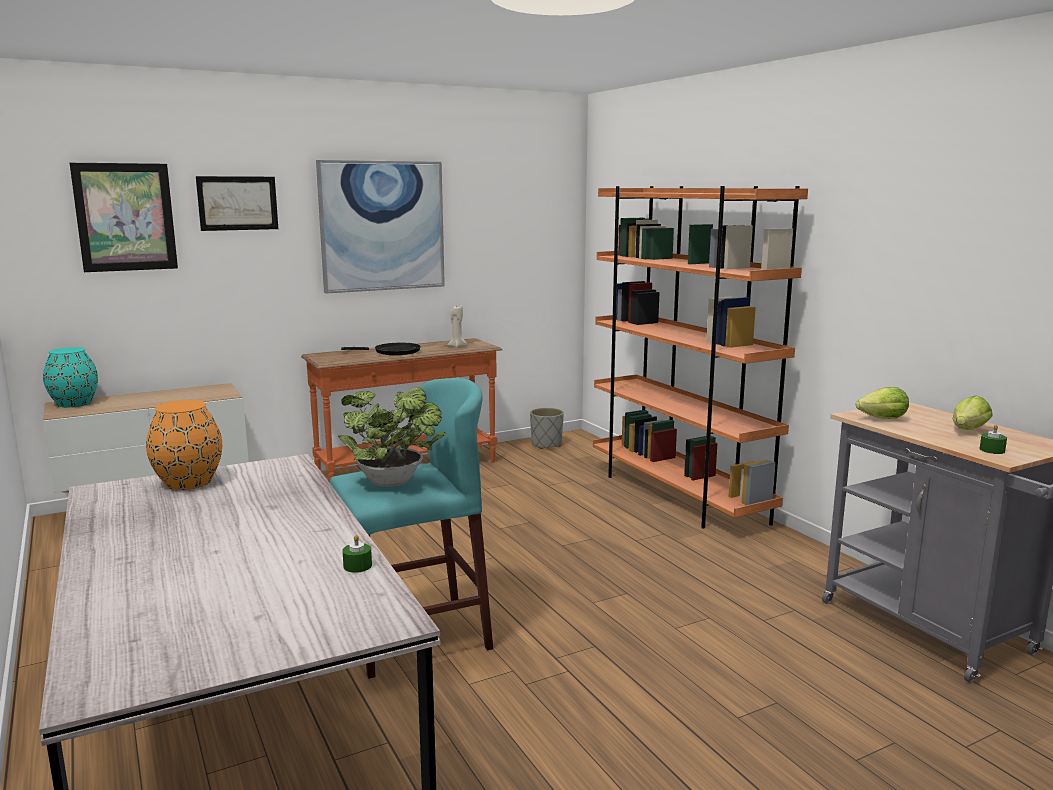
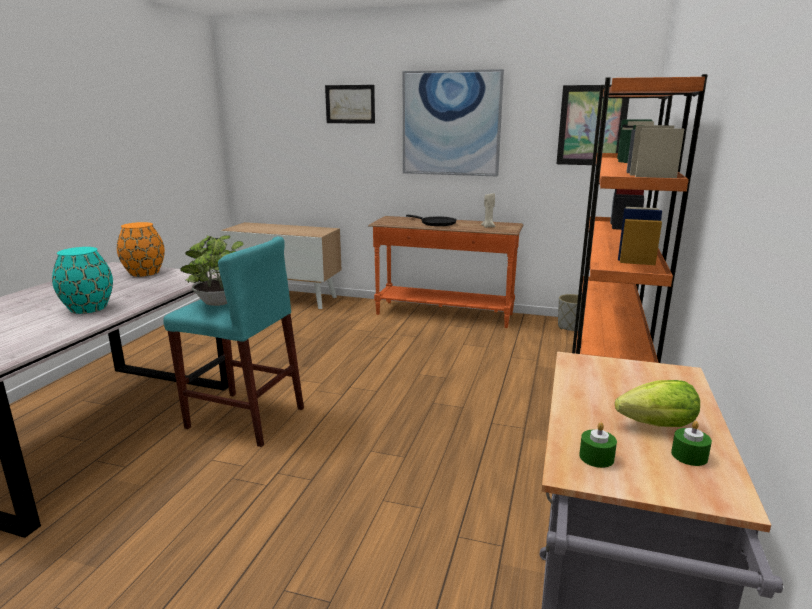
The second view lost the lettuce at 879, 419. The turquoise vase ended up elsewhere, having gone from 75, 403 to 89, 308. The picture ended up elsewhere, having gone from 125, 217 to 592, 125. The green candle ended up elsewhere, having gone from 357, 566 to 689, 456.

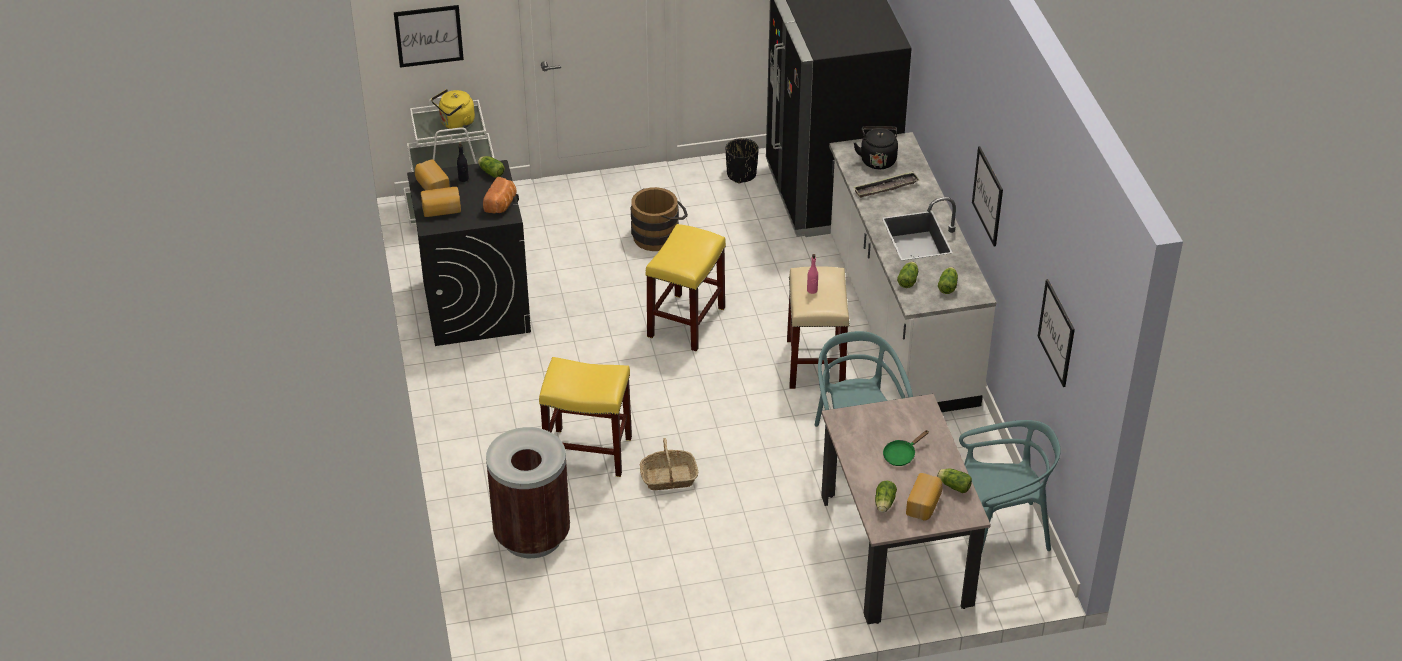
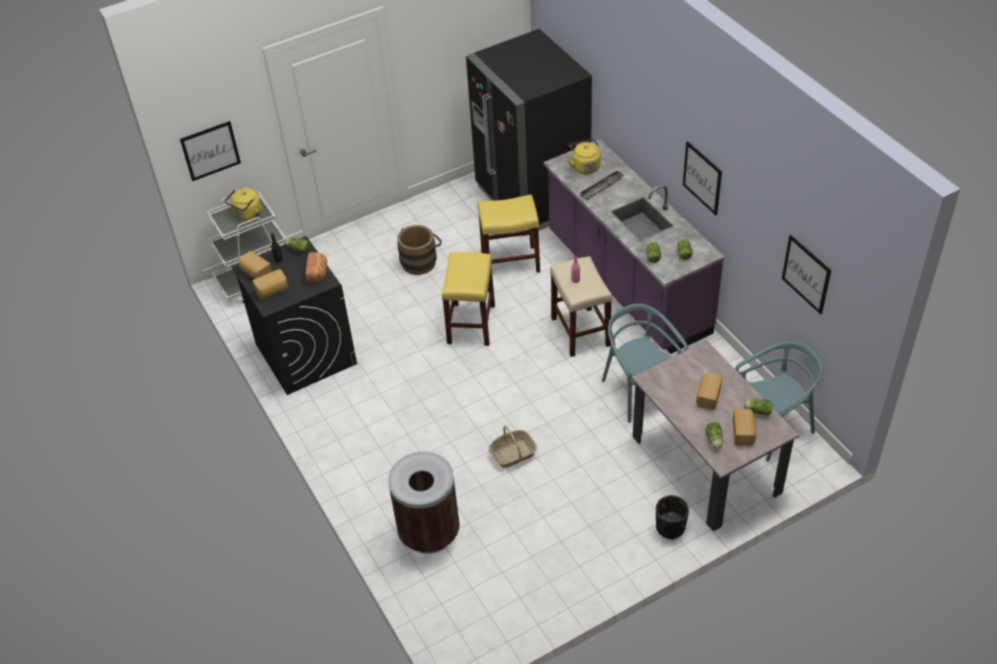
The yellow stool ended up elsewhere, having gone from 589, 452 to 511, 262. The black planter ended up elsewhere, having gone from 741, 175 to 670, 528. Where the green frying pan stood at 901, 455, the bread came to stand at 707, 396. What was the white counter at 900, 322 turned into the purple counter at 626, 283. What was the black kettle at 877, 159 turned into the yellow kettle at 585, 166.

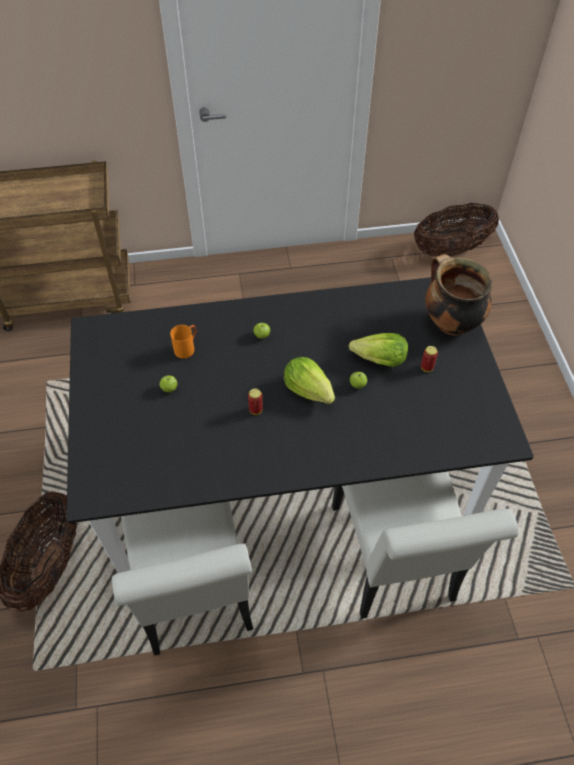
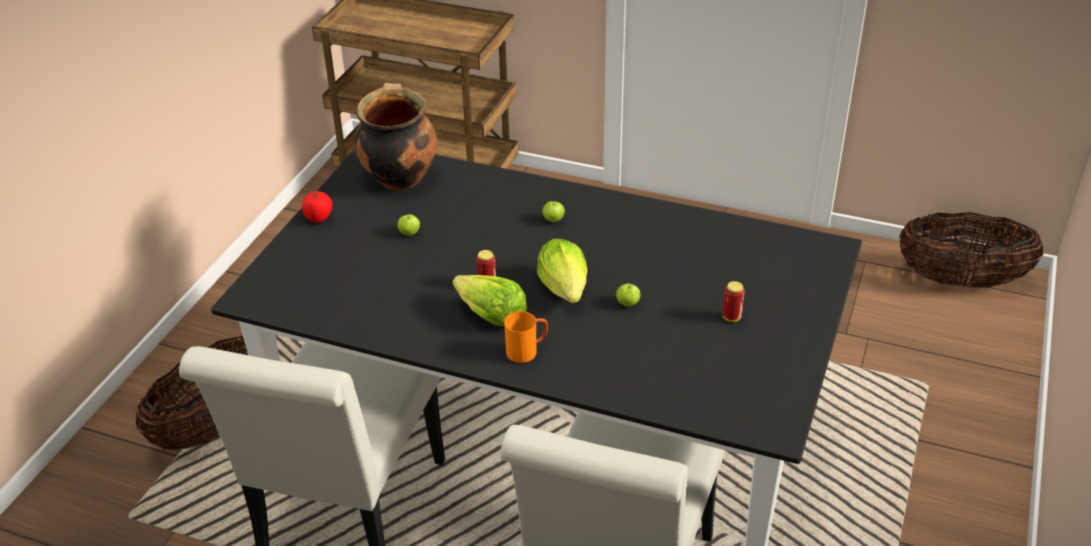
The second view gained the tomato at 319, 218. The orange mug ended up elsewhere, having gone from 187, 348 to 527, 351. The lettuce ended up elsewhere, having gone from 379, 360 to 490, 315. The cooking pot ended up elsewhere, having gone from 450, 322 to 399, 178.

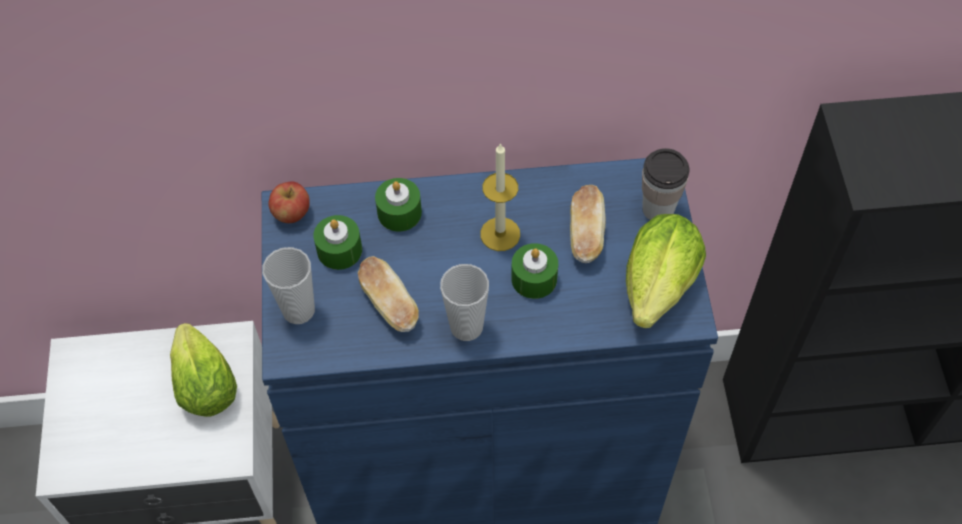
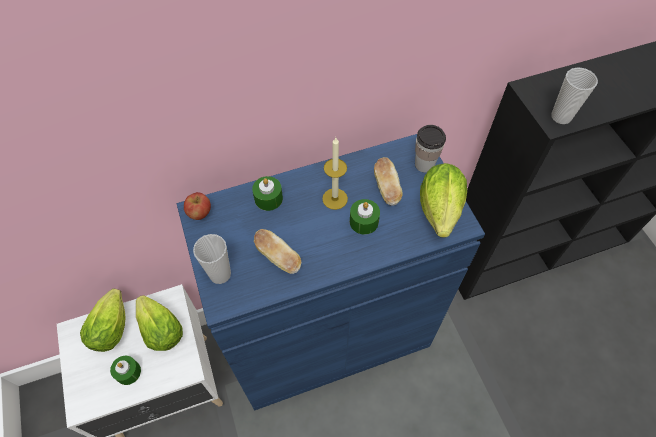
The second view gained the lettuce at 112, 325. The green candle ended up elsewhere, having gone from 339, 250 to 128, 372. The cup ended up elsewhere, having gone from 466, 327 to 561, 117.

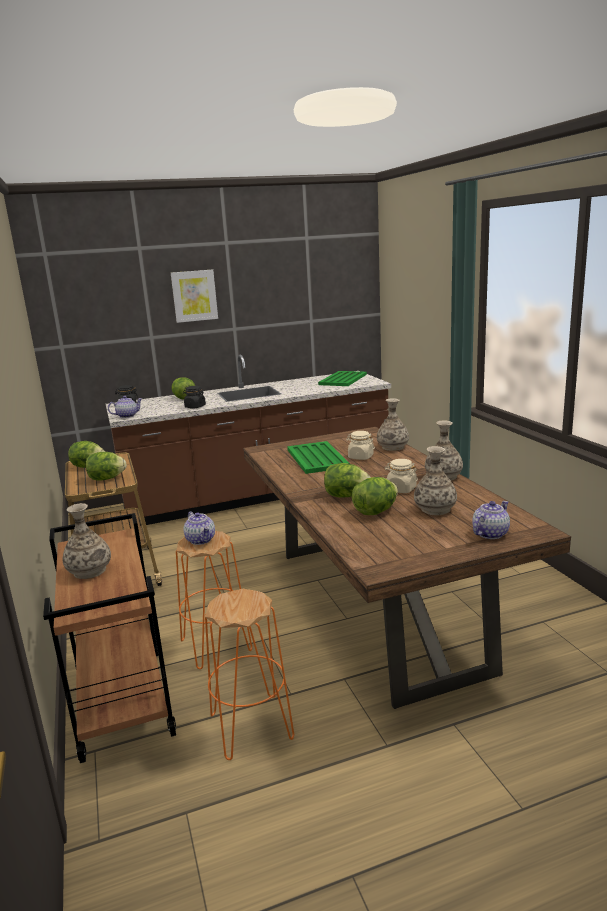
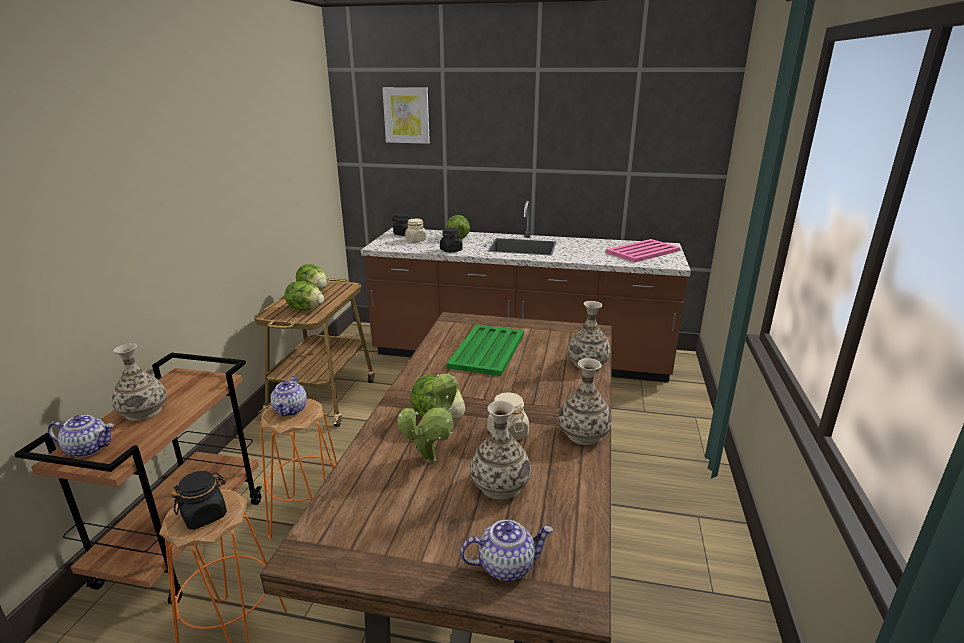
The second view gained the black jar at 204, 515. The teapot ended up elsewhere, having gone from 127, 416 to 89, 449. The picture ended up elsewhere, having gone from 194, 296 to 406, 115. The beige jar ended up elsewhere, having gone from 360, 457 to 416, 240. Where the lettuce stood at 375, 512, the potted plant came to stand at 432, 456. What was the green tray at 343, 379 turned into the pink tray at 643, 251.

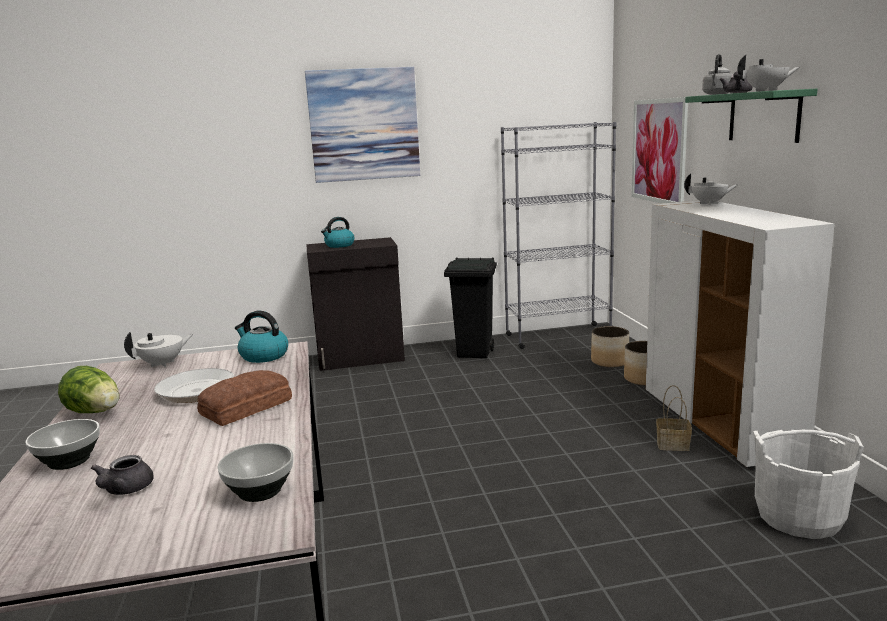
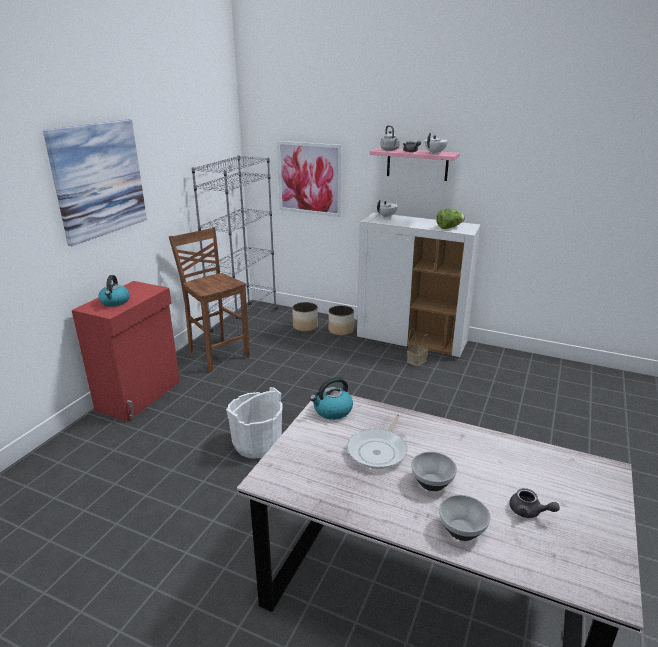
The second view lost the white teapot at 163, 364. The second view lost the bread at 248, 407. The lettuce ended up elsewhere, having gone from 96, 412 to 449, 227. The bowl ended up elsewhere, having gone from 259, 491 to 431, 483. The white bucket ended up elsewhere, having gone from 798, 516 to 257, 444. Where the black trash can stood at 475, 353, the brown stool came to stand at 217, 354. What was the black cabinet at 361, 358 turned into the red cabinet at 140, 395. What was the green shelf at 764, 116 turned into the pink shelf at 417, 164.

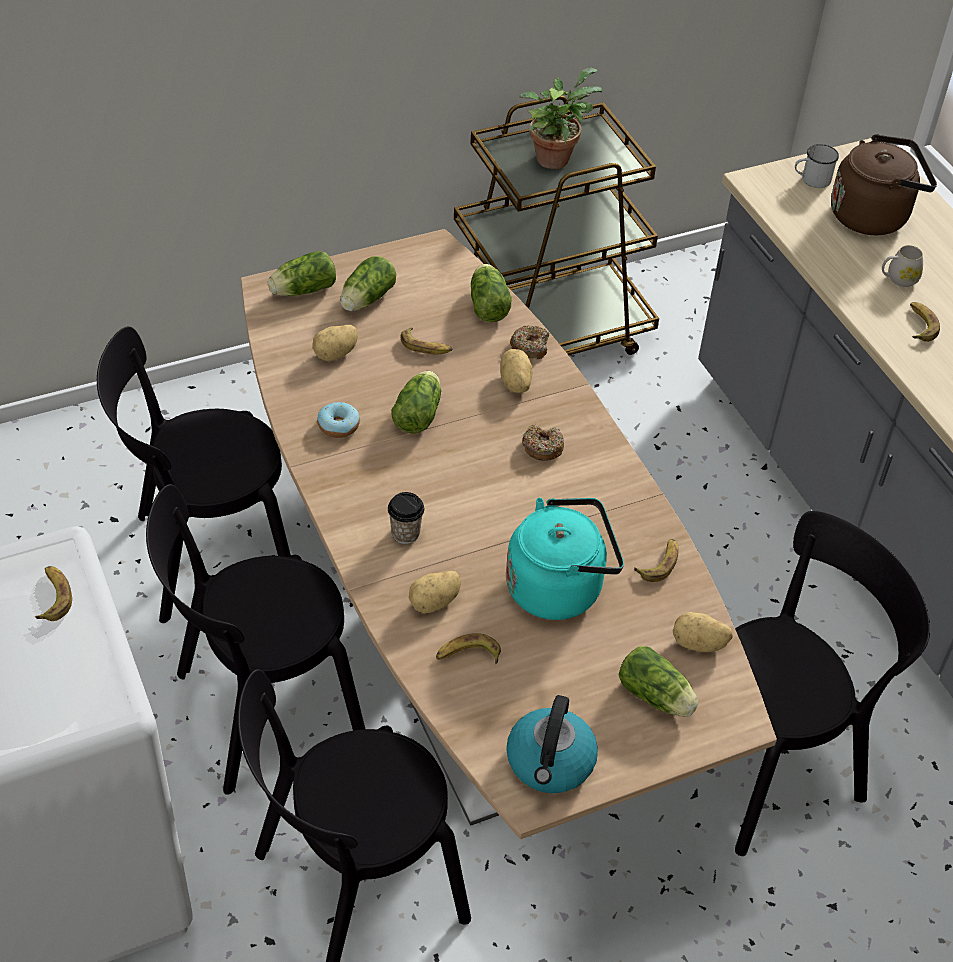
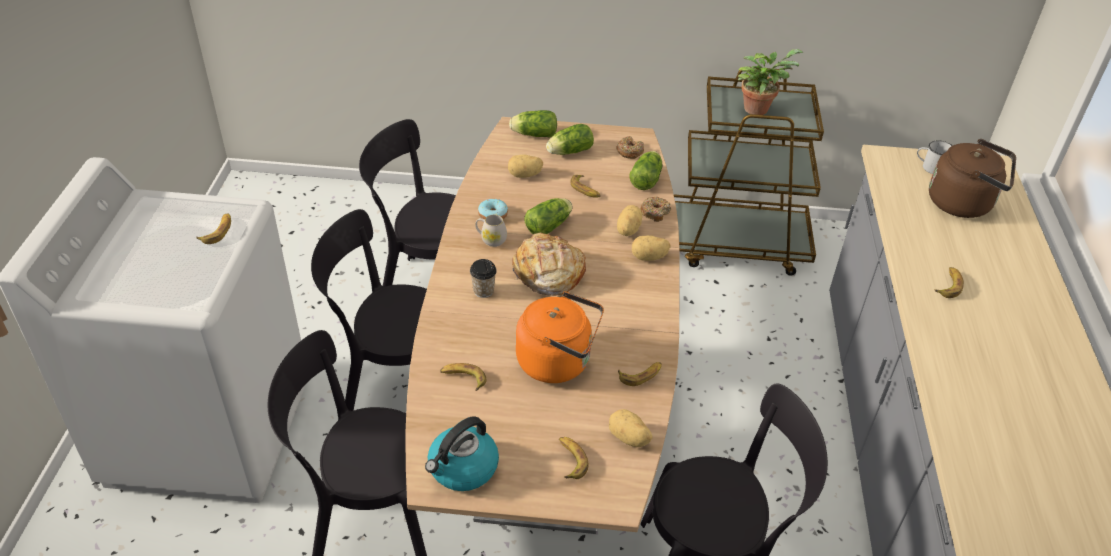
The second view gained the bread at 547, 273. The potato ended up elsewhere, having gone from 435, 603 to 649, 257. The donut ended up elsewhere, having gone from 542, 447 to 629, 151. The white mug ended up elsewhere, having gone from 898, 279 to 491, 239. Where the lettuce stood at 657, 697, the banana came to stand at 570, 460. What was the turquoise kettle at 559, 587 turned into the orange kettle at 558, 362.

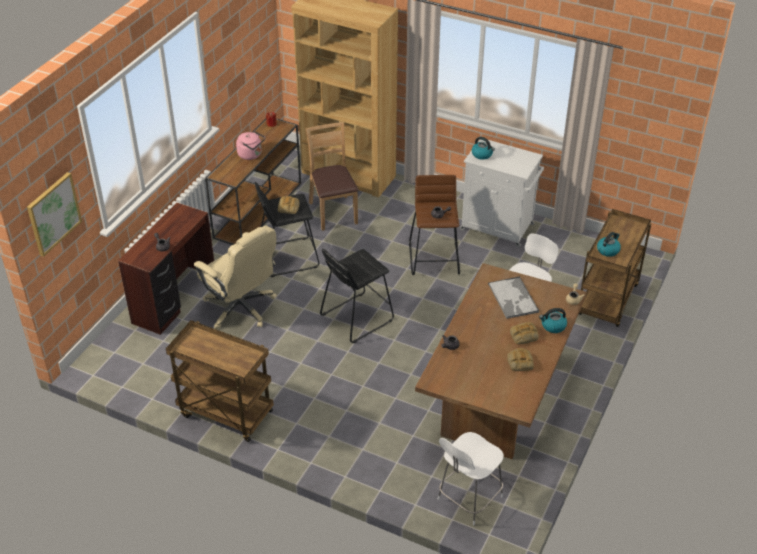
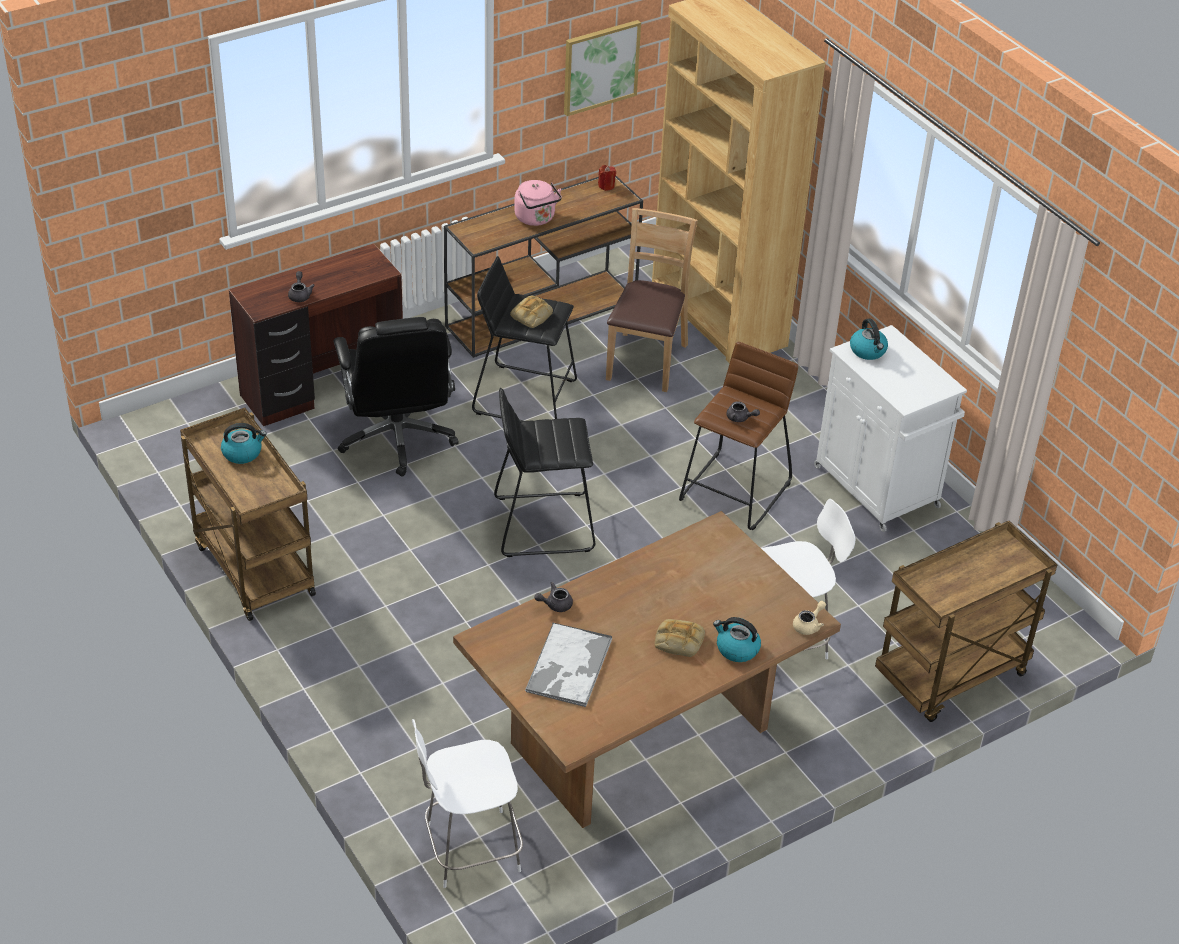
The second view lost the bread at 519, 362. The picture ended up elsewhere, having gone from 53, 213 to 600, 66. The tray ended up elsewhere, having gone from 513, 298 to 568, 666. The kettle ended up elsewhere, having gone from 608, 250 to 242, 453. What was the beige office chair at 241, 308 turned into the black office chair at 398, 438.

